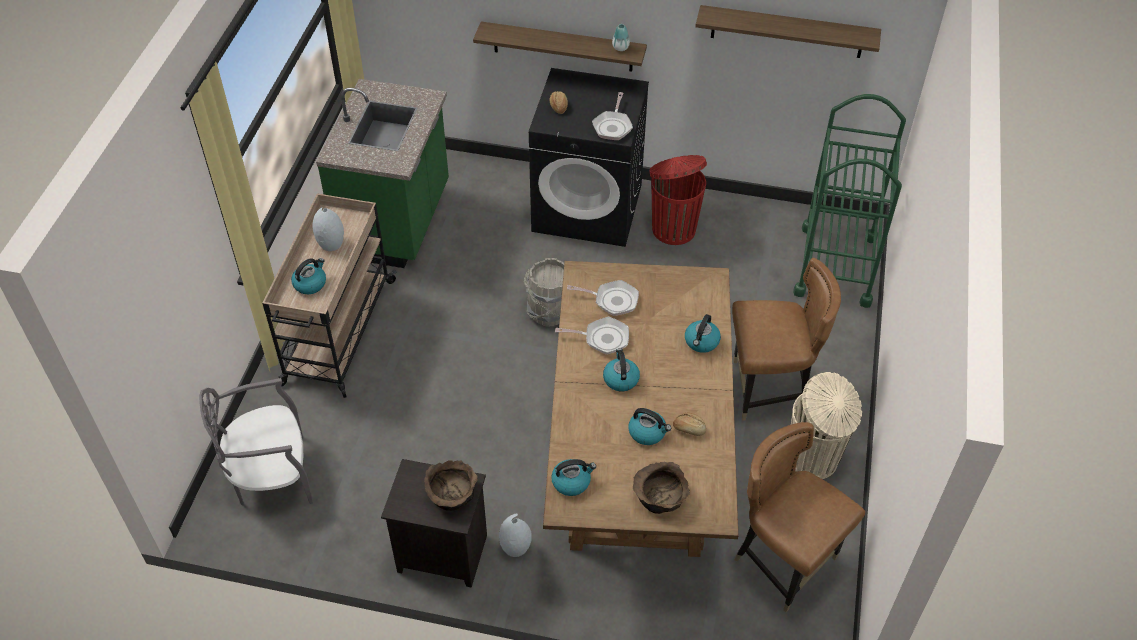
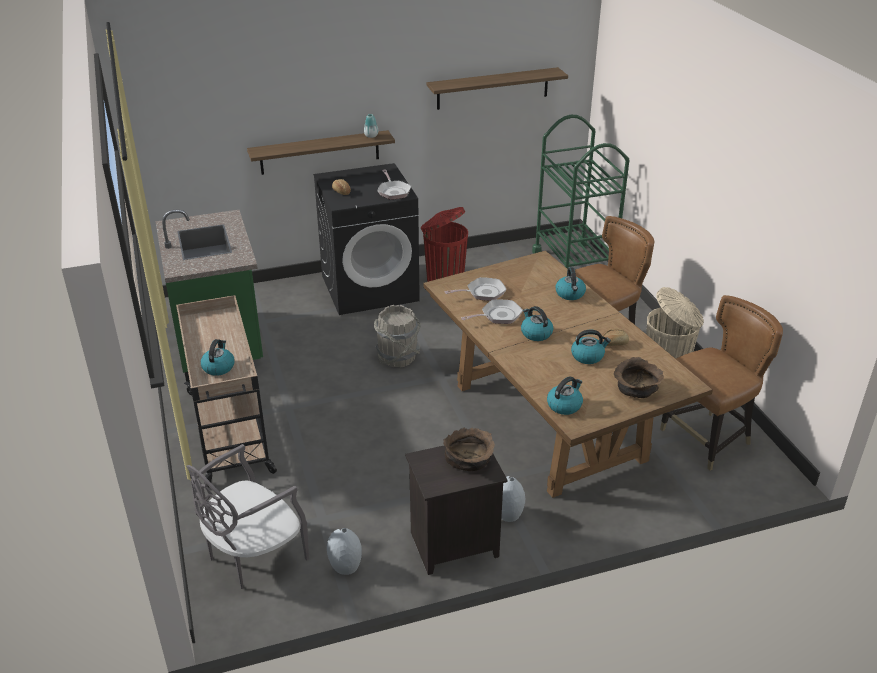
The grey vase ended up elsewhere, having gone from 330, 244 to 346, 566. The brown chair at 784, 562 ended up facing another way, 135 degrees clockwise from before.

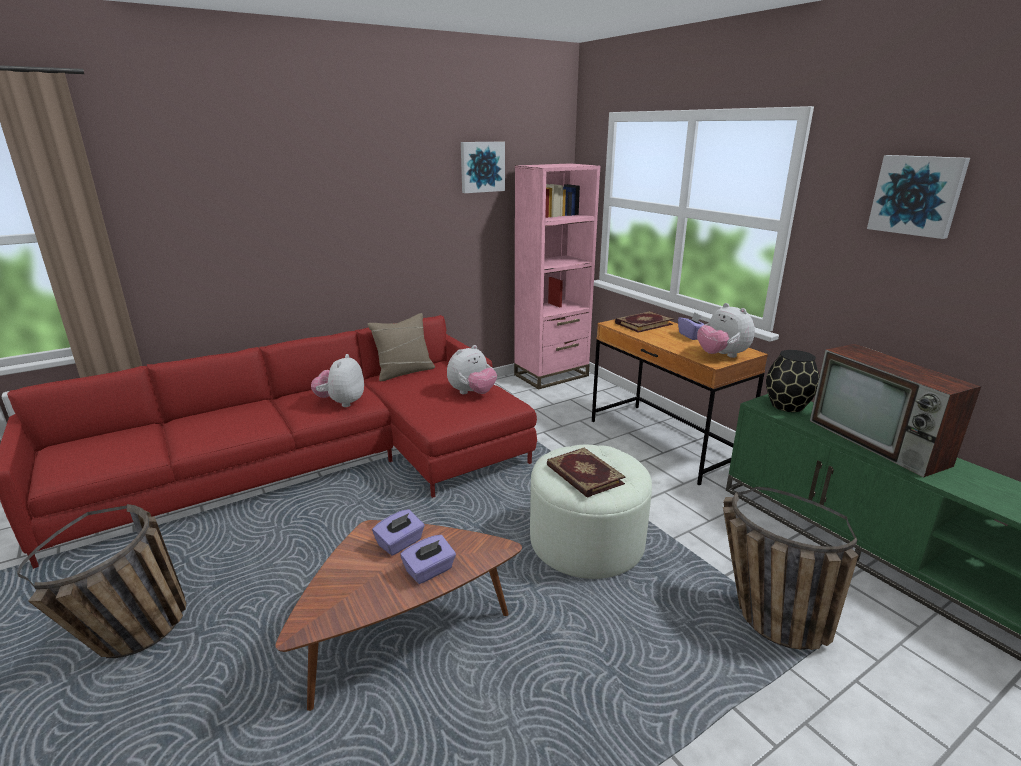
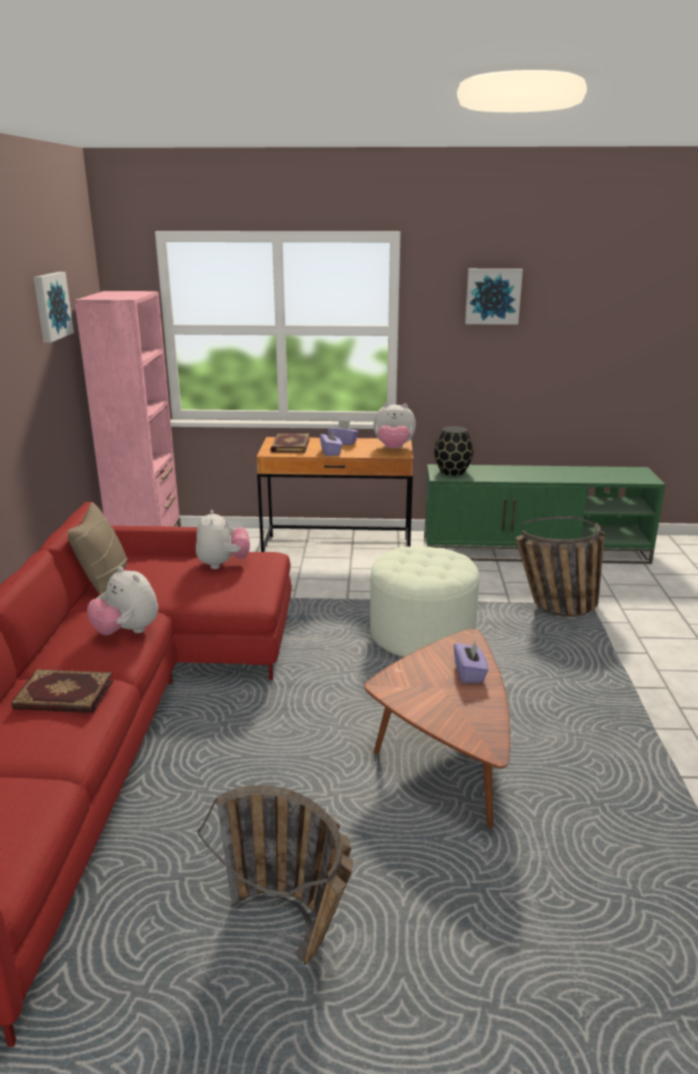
The second view lost the television at 879, 443. The purple tissue box ended up elsewhere, having gone from 400, 543 to 331, 452. The book ended up elsewhere, having gone from 583, 475 to 63, 696.

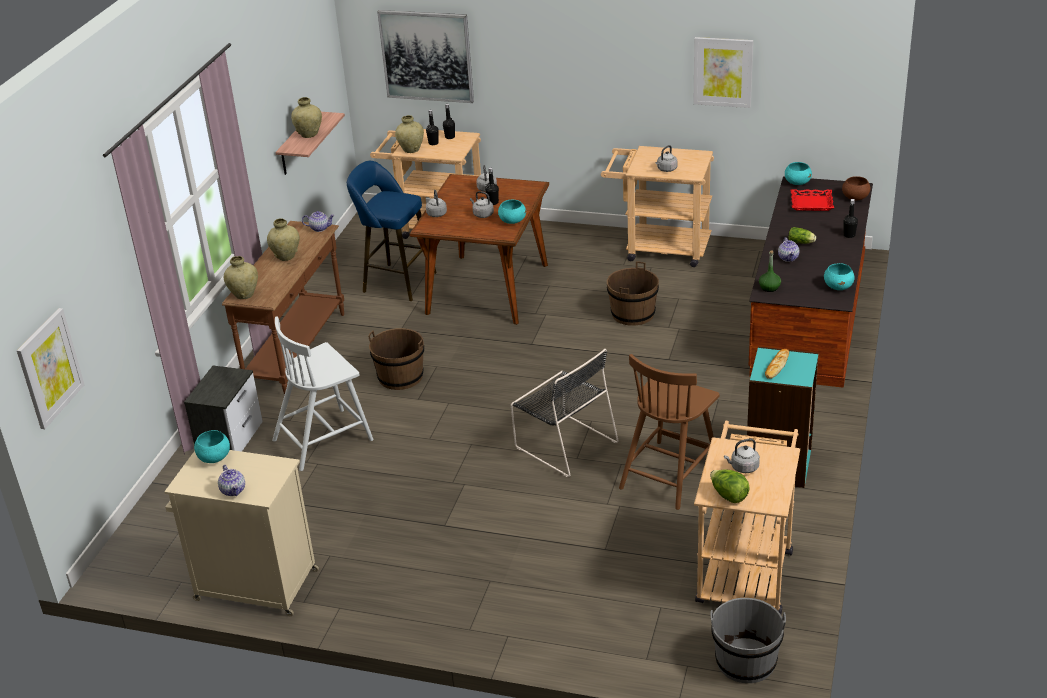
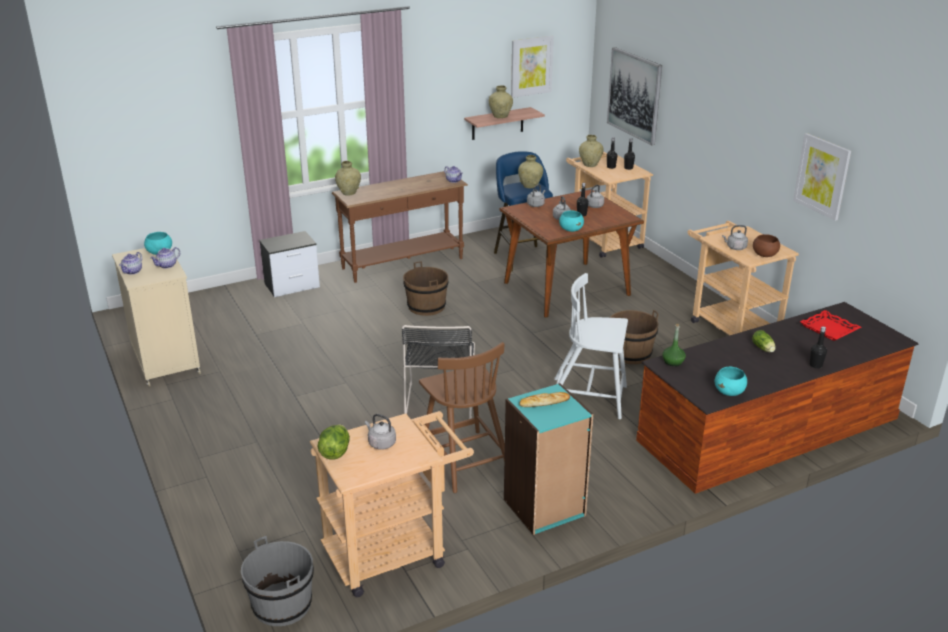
The second view lost the turquoise bowl at 797, 183. The picture ended up elsewhere, having gone from 49, 368 to 531, 66. The beige vase ended up elsewhere, having gone from 286, 256 to 530, 186. The white chair ended up elsewhere, having gone from 324, 439 to 589, 398. The teapot ended up elsewhere, having gone from 788, 258 to 167, 265. The brown bowl ended up elsewhere, having gone from 855, 198 to 764, 255. The brown chair at 669, 473 ended up facing another way, 105 degrees counterclockwise from before.

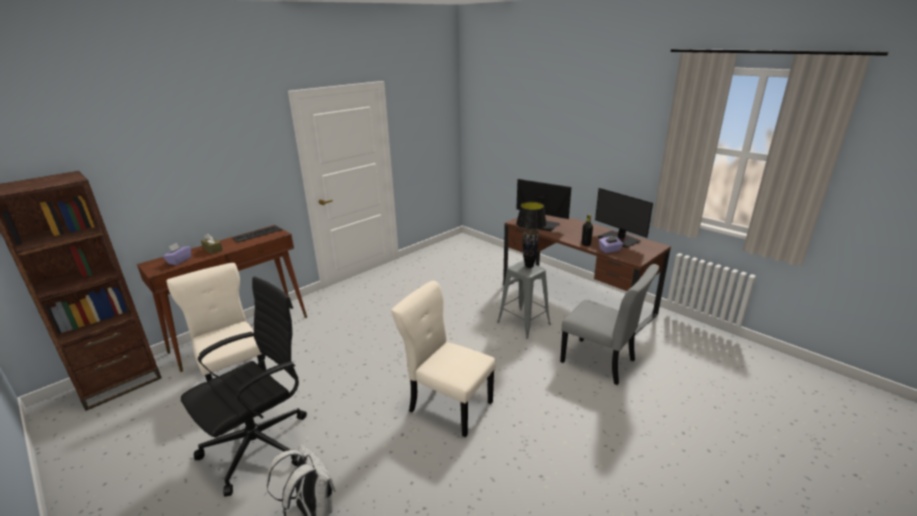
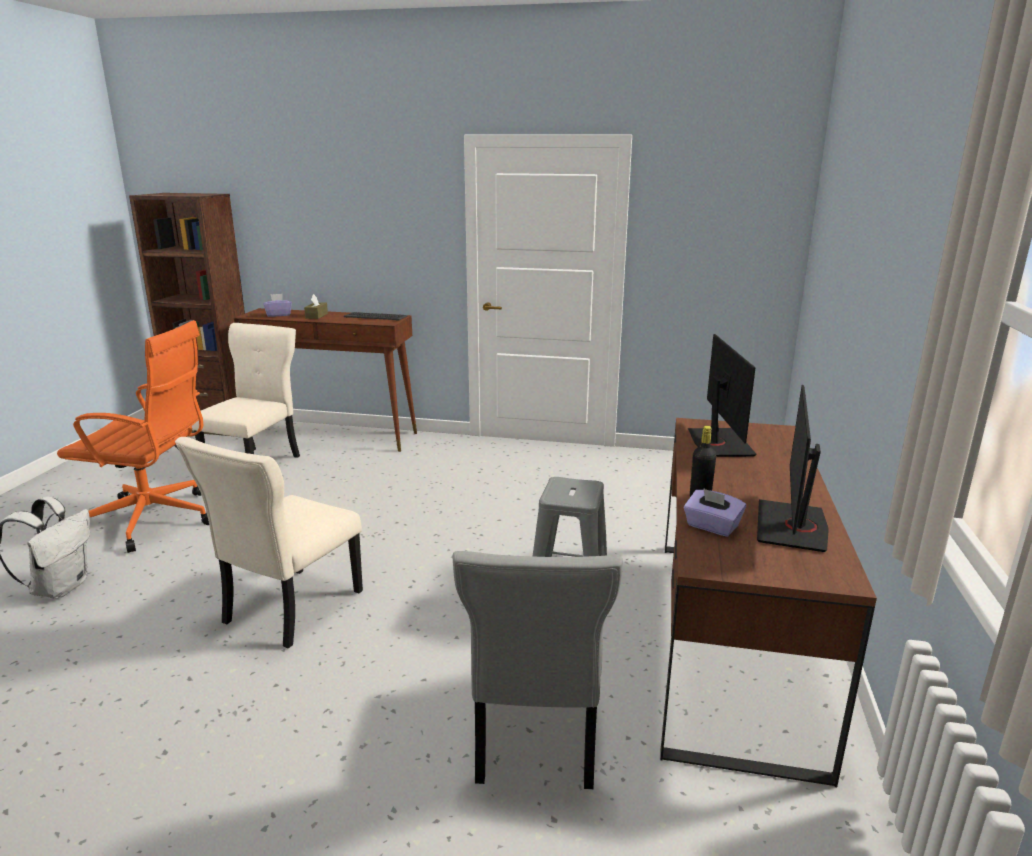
The second view lost the black table lamp at 529, 266. What was the black office chair at 261, 445 turned into the orange office chair at 154, 520. The beige chair at 448, 405 ended up facing another way, 150 degrees counterclockwise from before.

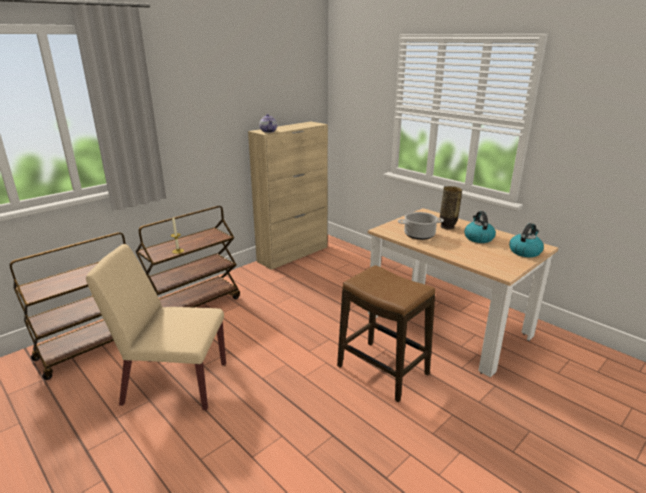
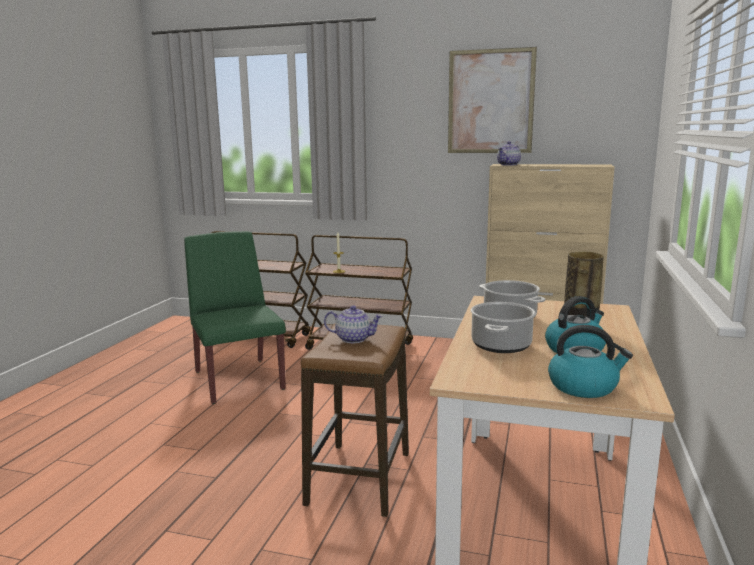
The second view gained the teapot at 354, 339. The second view gained the picture at 490, 102. The second view gained the cooking pot at 501, 345. What was the beige chair at 174, 383 turned into the green chair at 238, 379.

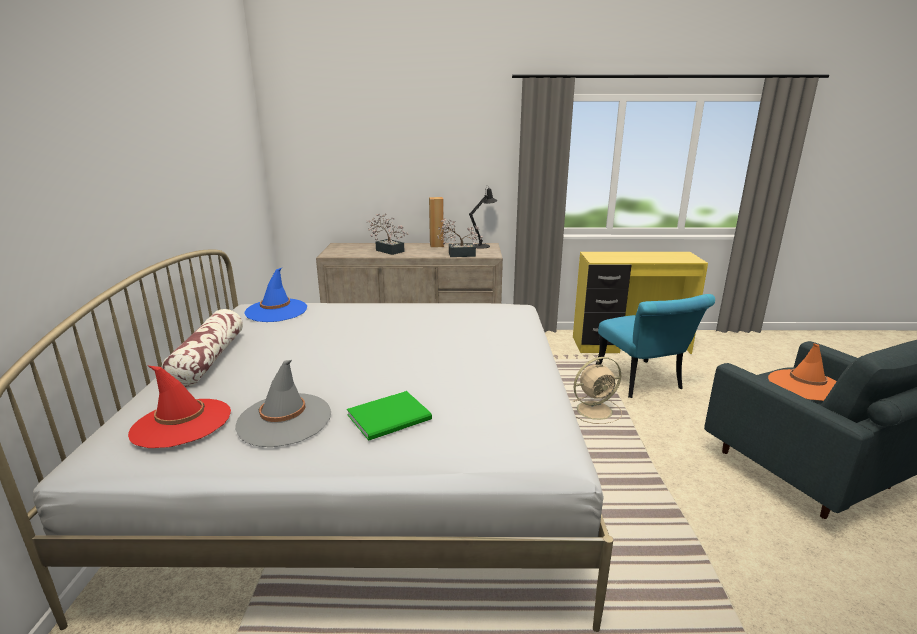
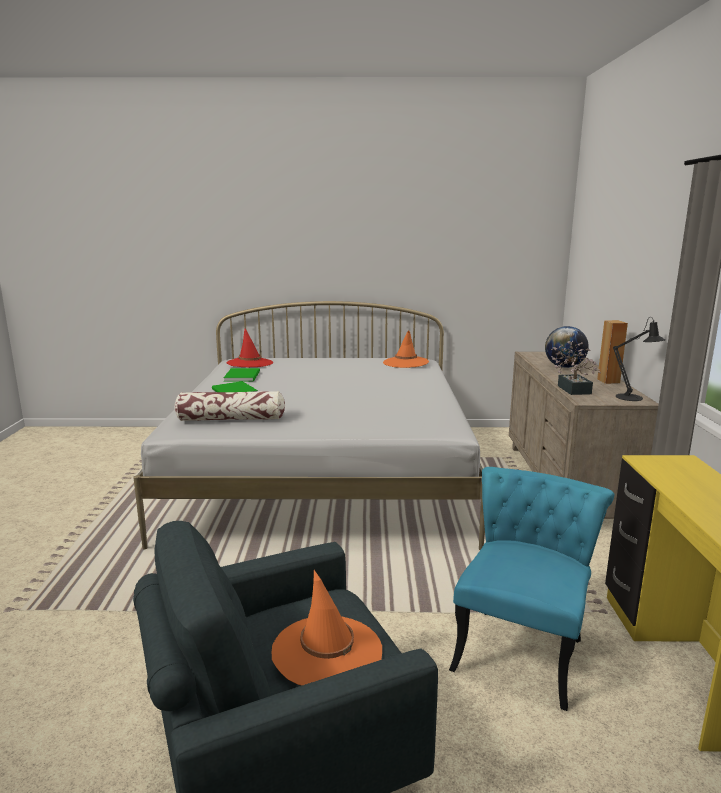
The second view lost the beige fan at 595, 410. The pillow ended up elsewhere, having gone from 209, 359 to 231, 419. Where the grey hat stood at 284, 420, the green book came to stand at 243, 376. Where the potted plant stood at 388, 250, the globe came to stand at 564, 367. What was the blue hat at 276, 311 turned into the orange hat at 405, 362. The turquoise chair at 643, 383 ended up facing another way, 135 degrees clockwise from before.

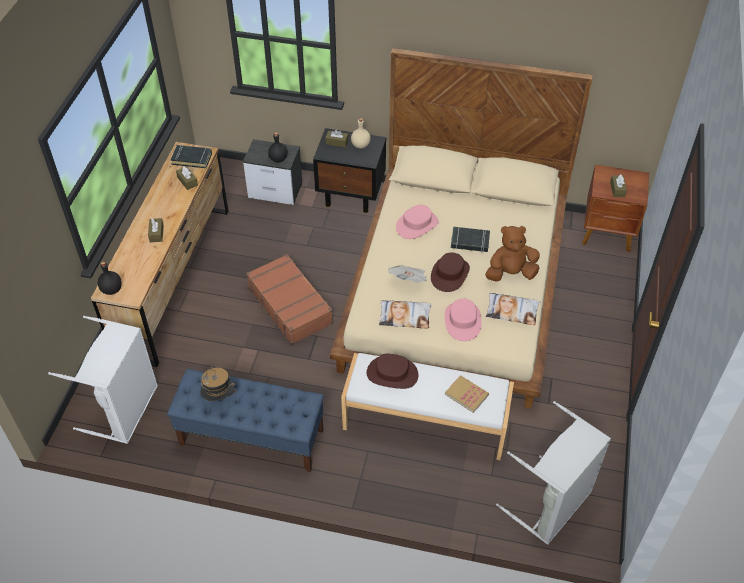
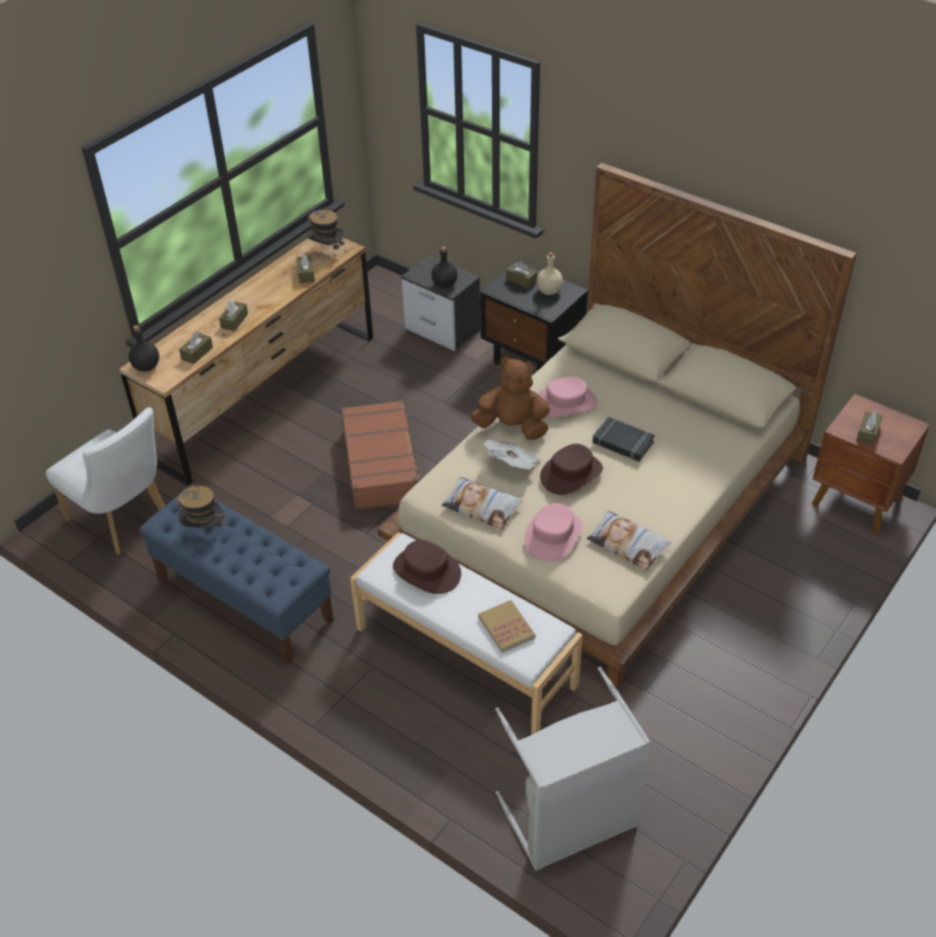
The second view gained the brown tissue box at 197, 353. The brown plush toy ended up elsewhere, having gone from 510, 273 to 512, 427. Where the white laundry basket stood at 125, 410, the white chair came to stand at 124, 521. Where the black book stood at 192, 158, the hat came to stand at 327, 251.

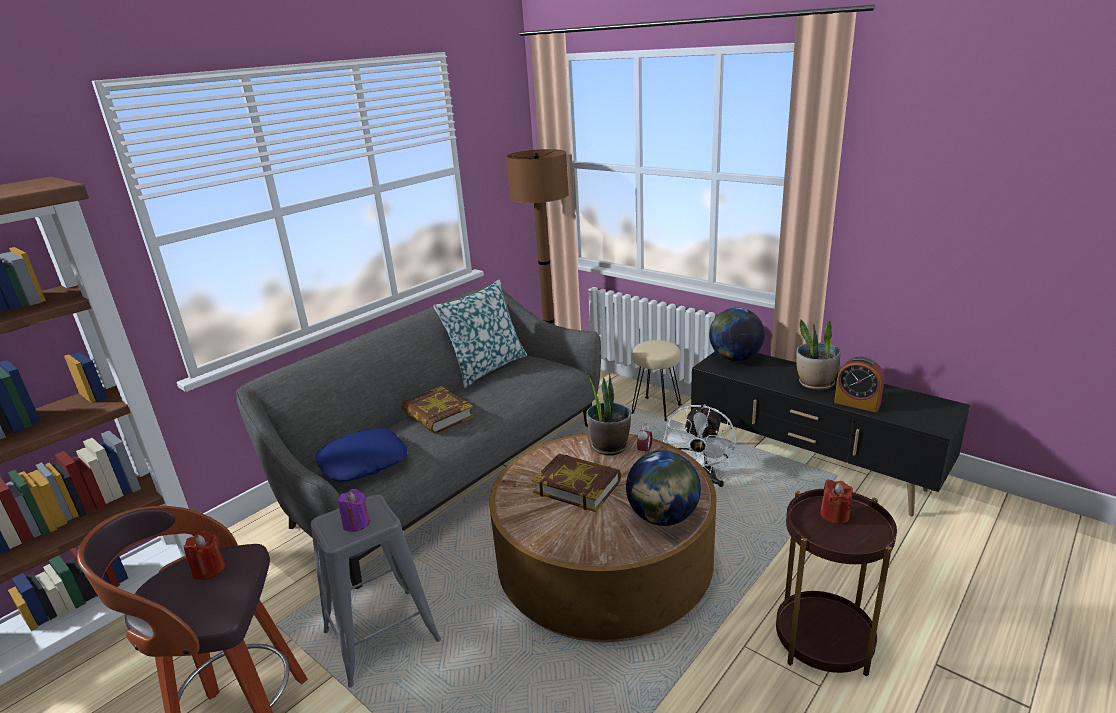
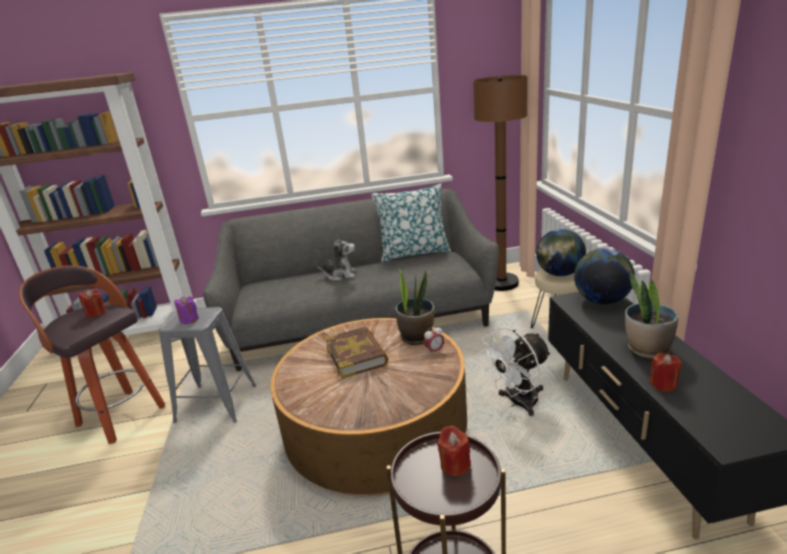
The second view lost the blue pillow at 363, 462. The globe ended up elsewhere, having gone from 663, 517 to 559, 274. Where the book stood at 437, 415, the plush toy came to stand at 340, 275. Where the alarm clock stood at 857, 403, the red candle came to stand at 663, 384.

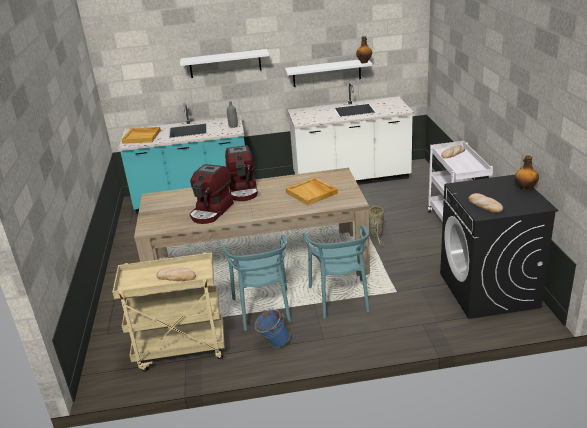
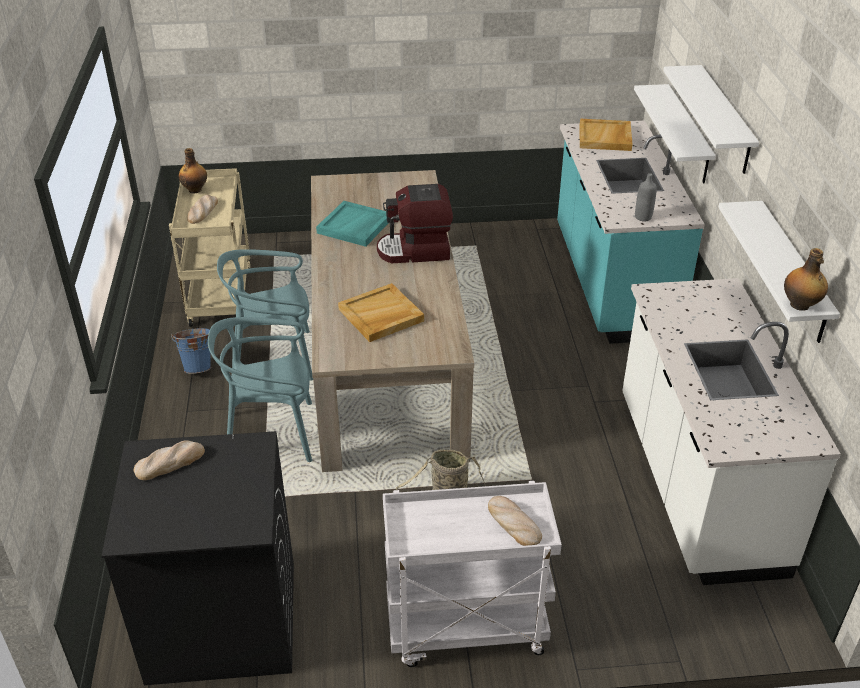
The second view gained the white shelf at 688, 134. The bottle ended up elsewhere, having gone from 525, 188 to 195, 190. Where the coffee machine stood at 212, 211, the turquoise tray came to stand at 355, 226.

